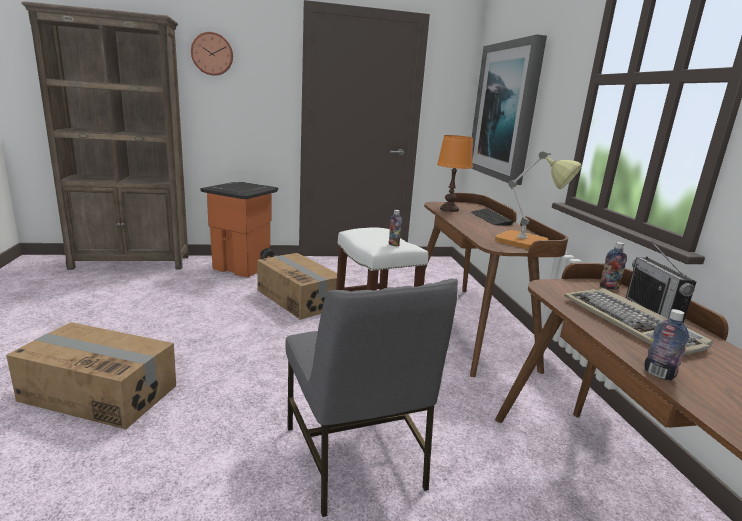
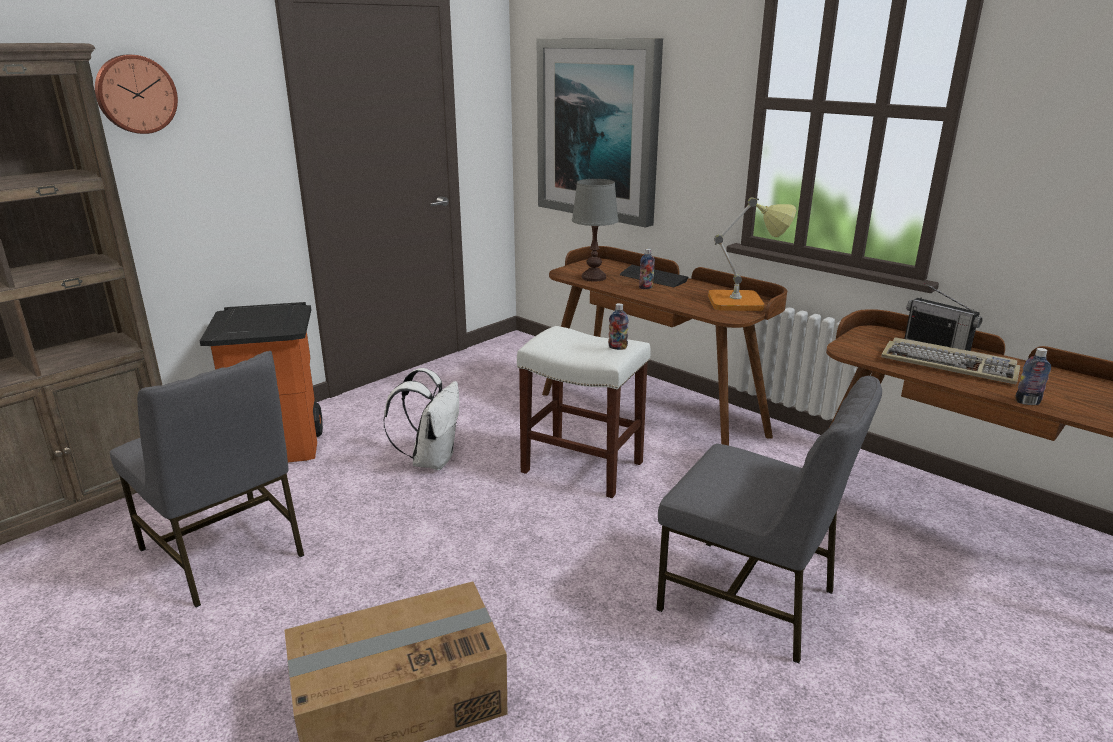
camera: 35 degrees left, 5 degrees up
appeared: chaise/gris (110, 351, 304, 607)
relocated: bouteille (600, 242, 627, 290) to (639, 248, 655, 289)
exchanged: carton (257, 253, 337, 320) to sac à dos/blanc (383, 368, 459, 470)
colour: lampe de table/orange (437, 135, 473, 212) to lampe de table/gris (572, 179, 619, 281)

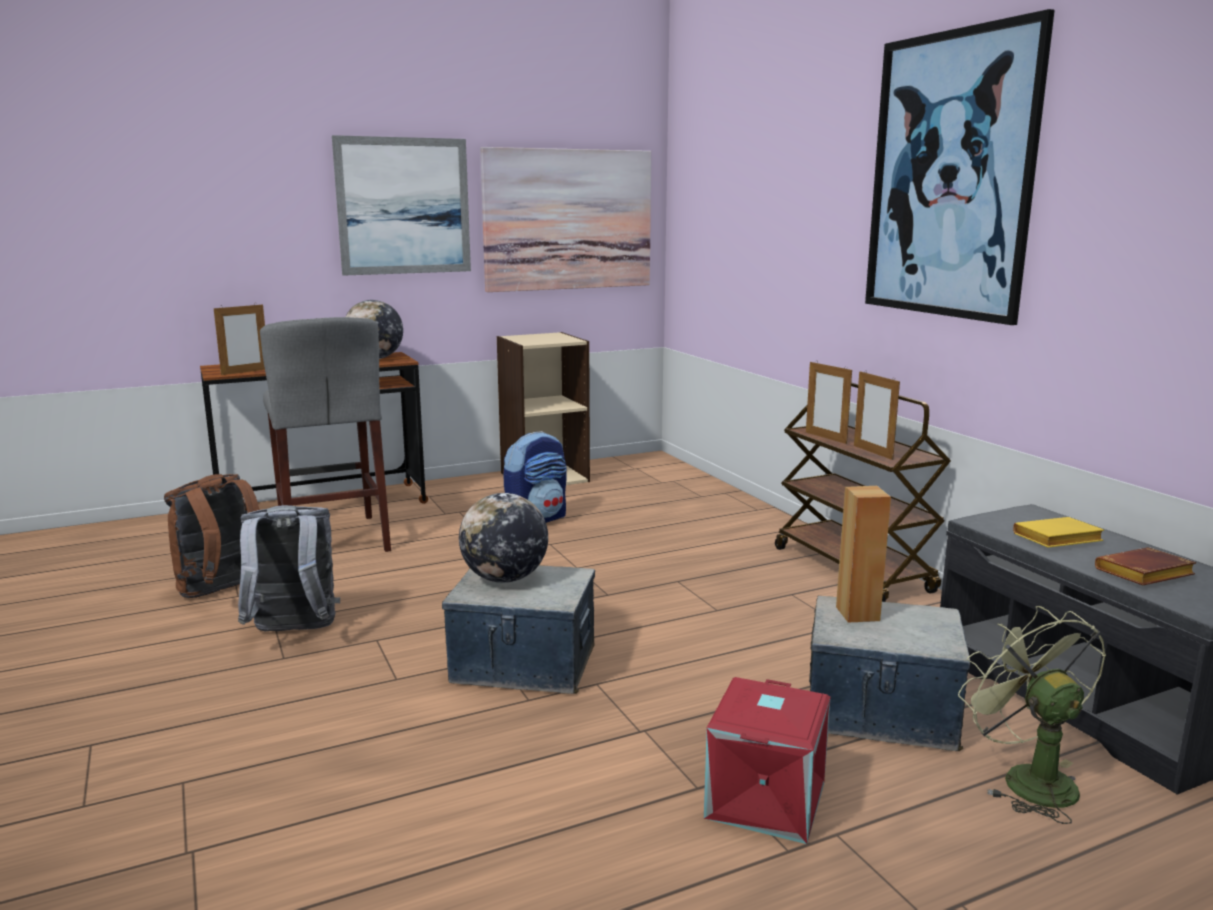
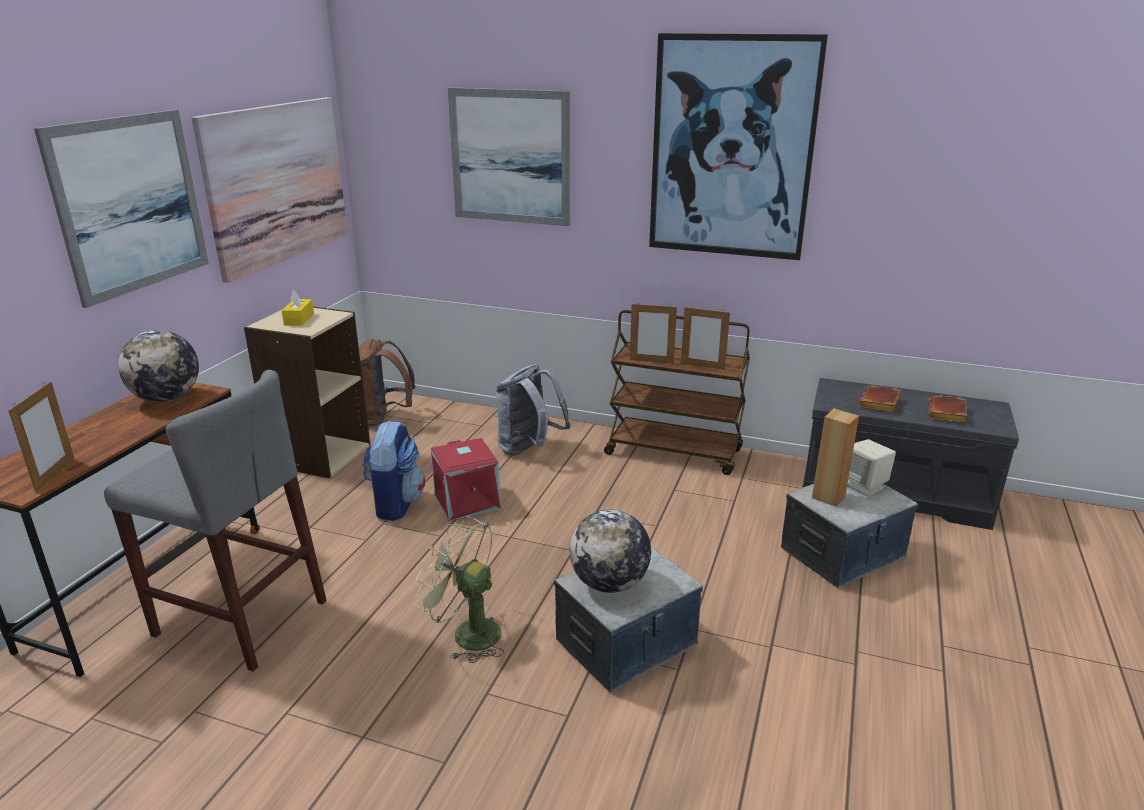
camera: 45 degrees left, 10 degrees up
appeared: boîte à mouchoirs/jaune (282, 290, 314, 326); tableau (448, 87, 570, 226); enceinte/beige (847, 439, 896, 496)
relocated: sac à dos/marron (164, 474, 260, 598) to (359, 339, 415, 426); sac à dos/gris (238, 505, 340, 632) to (496, 364, 571, 455); boîte de rangement/rouge (704, 677, 831, 844) to (431, 438, 501, 521); ventilateur/vert (958, 606, 1106, 824) to (414, 516, 504, 663)
colour: livre/jaune (1013, 517, 1104, 548) to livre/marron (859, 385, 901, 412)

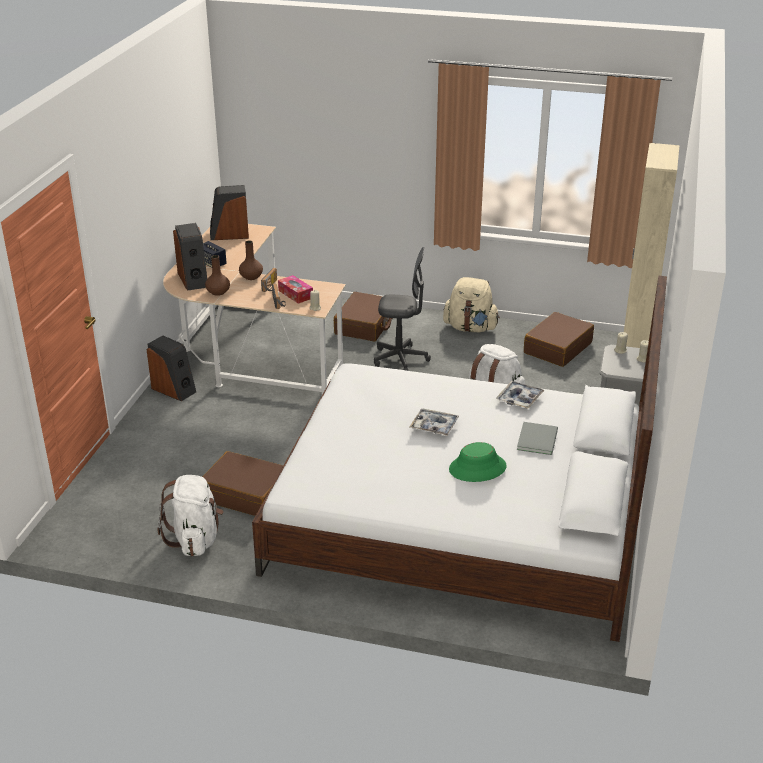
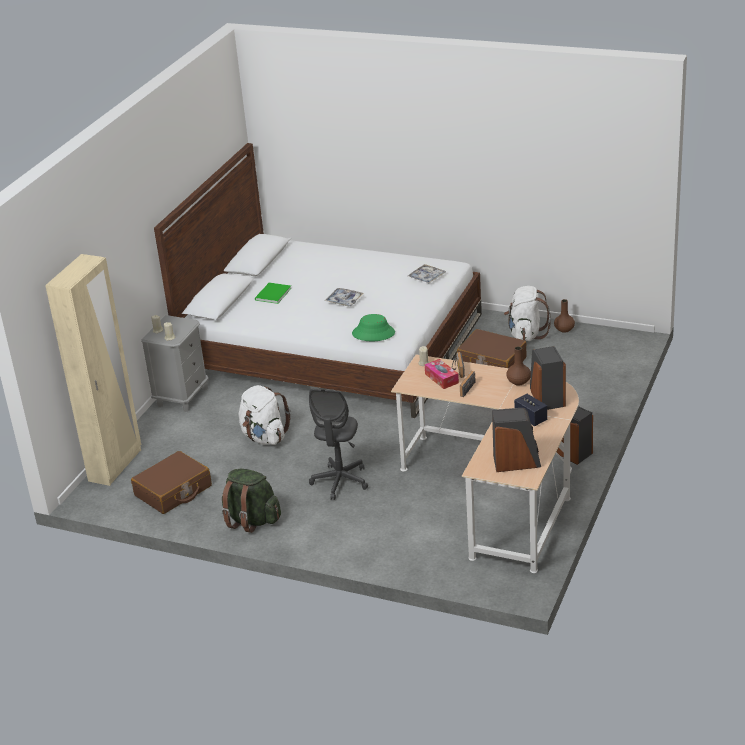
camera: 170 degrees left, 0 degrees up
missing: valise/marron (334, 292, 392, 342)
relocated: vase/marron (239, 240, 263, 280) to (554, 299, 575, 333); chapeau/vert (449, 442, 507, 482) to (352, 314, 395, 341); plateau (496, 381, 545, 409) to (408, 264, 446, 283)
colour: sac à dos/beige (443, 277, 500, 332) to sac à dos/vert (222, 469, 281, 533); livre/gris (517, 422, 558, 455) to livre/vert (255, 283, 291, 304)
spun: chaise de bureau/gris (374, 247, 431, 371) = (309, 389, 368, 500) 90 degrees counterclockwise

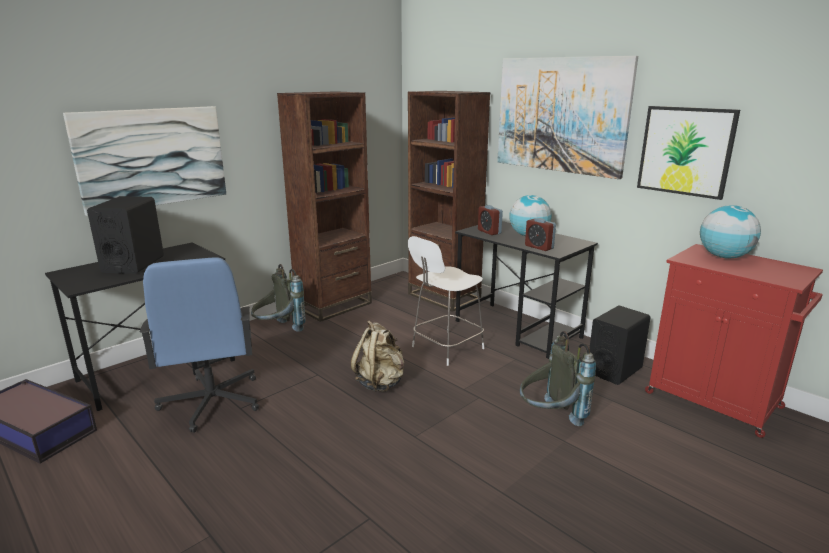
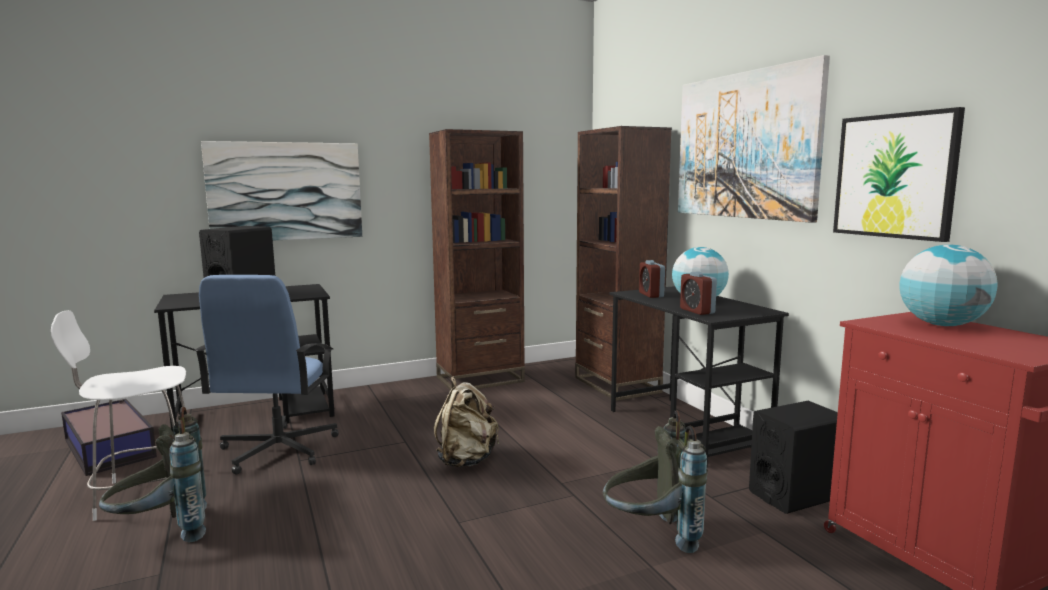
camera: 20 degrees right, 10 degrees down
relocated: sac à dos/gris (251, 264, 306, 332) to (99, 407, 207, 542); chaise/blanc (408, 236, 484, 366) to (51, 310, 186, 521)

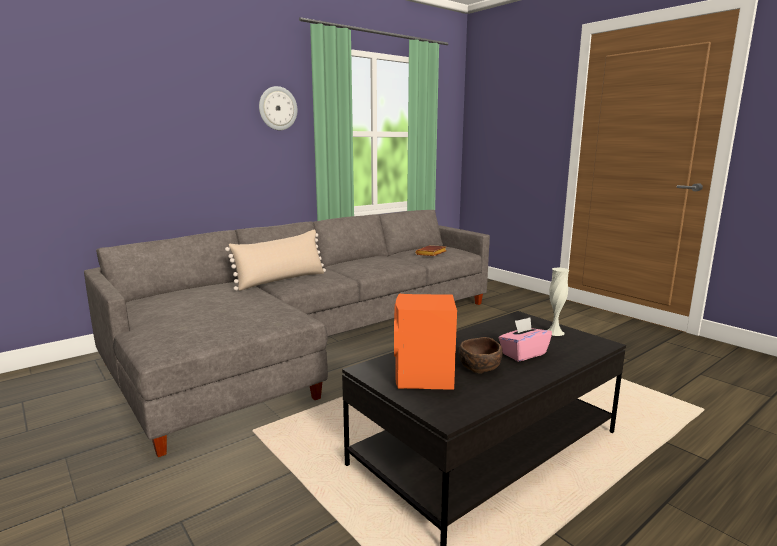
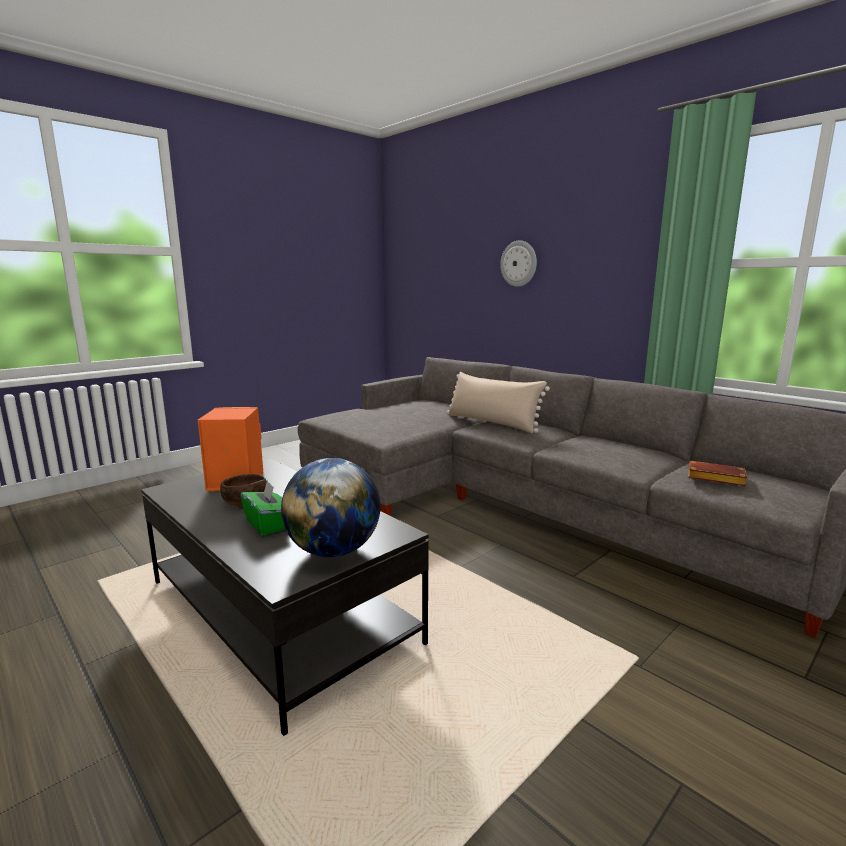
camera: 85 degrees right, 0 degrees up
relocated: horloge murale (259, 86, 298, 130) to (500, 240, 537, 287)
exchanged: vase/blanc (548, 268, 570, 336) to globe (281, 458, 380, 557)
colour: boîte à mouchoirs/rose (499, 317, 552, 362) to boîte à mouchoirs/vert (240, 480, 285, 535)

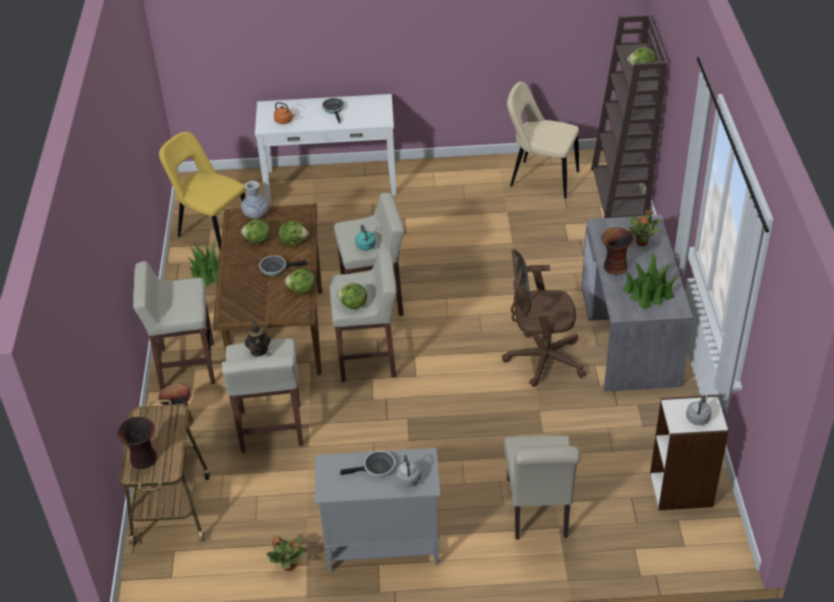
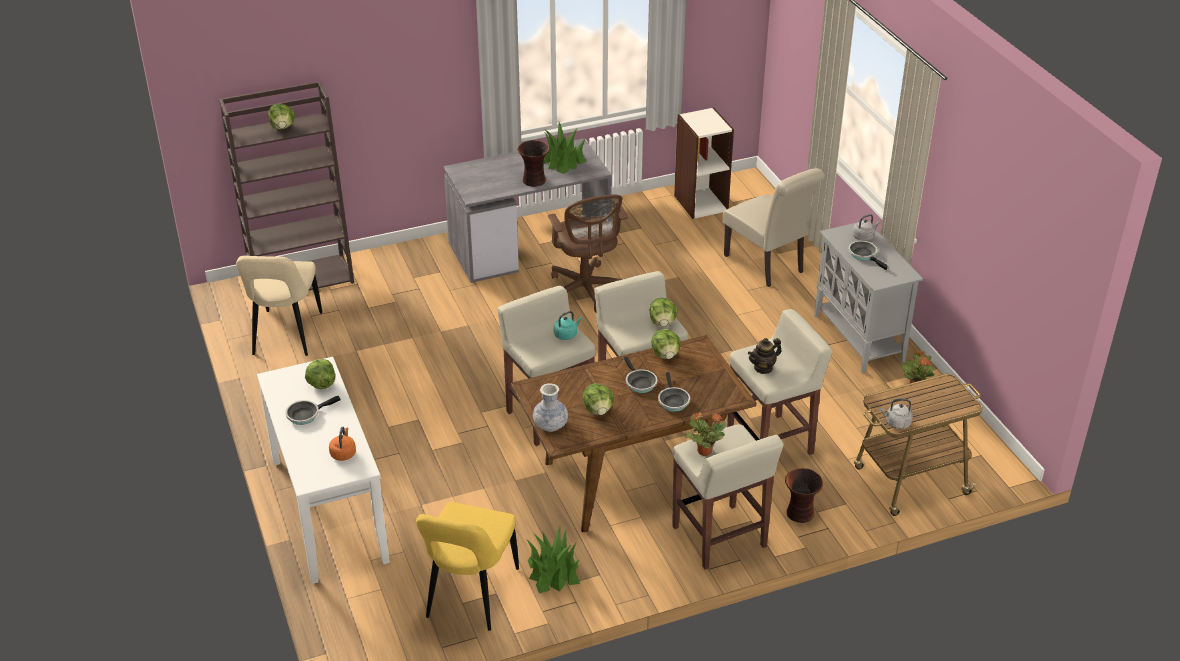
camera: 110 degrees left, 5 degrees down
missing: vase (117, 416, 157, 469)
appeared: poêle (658, 372, 690, 412)
relocated: laitue (279, 221, 309, 245) to (305, 359, 335, 389); plante en pot (628, 210, 662, 246) to (685, 412, 727, 456); bouilloire/gris (686, 395, 711, 425) to (880, 398, 913, 429)
spun: chaise/beige (504, 435, 580, 539) = (723, 168, 825, 287) 75 degrees clockwise

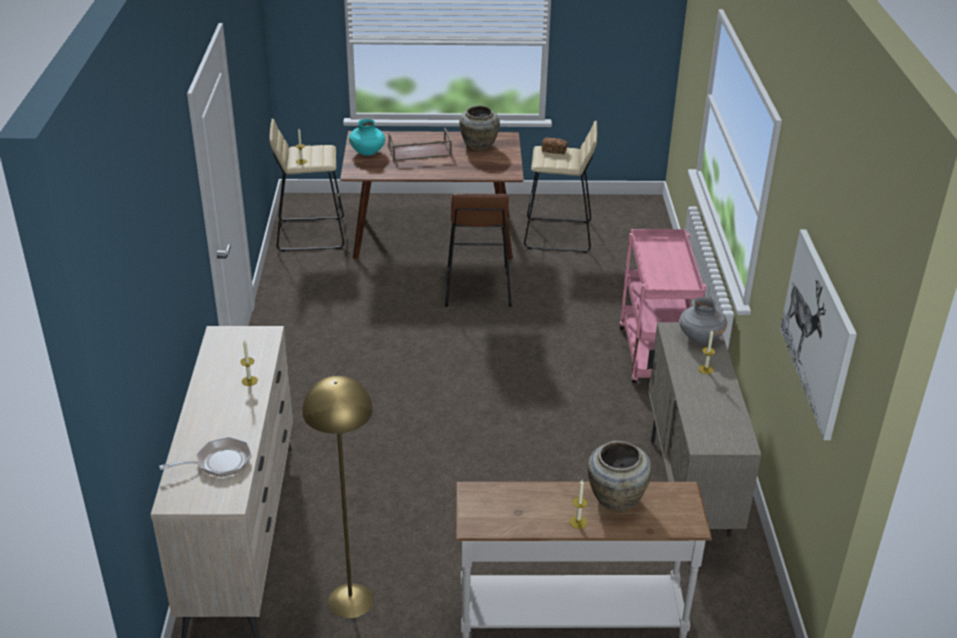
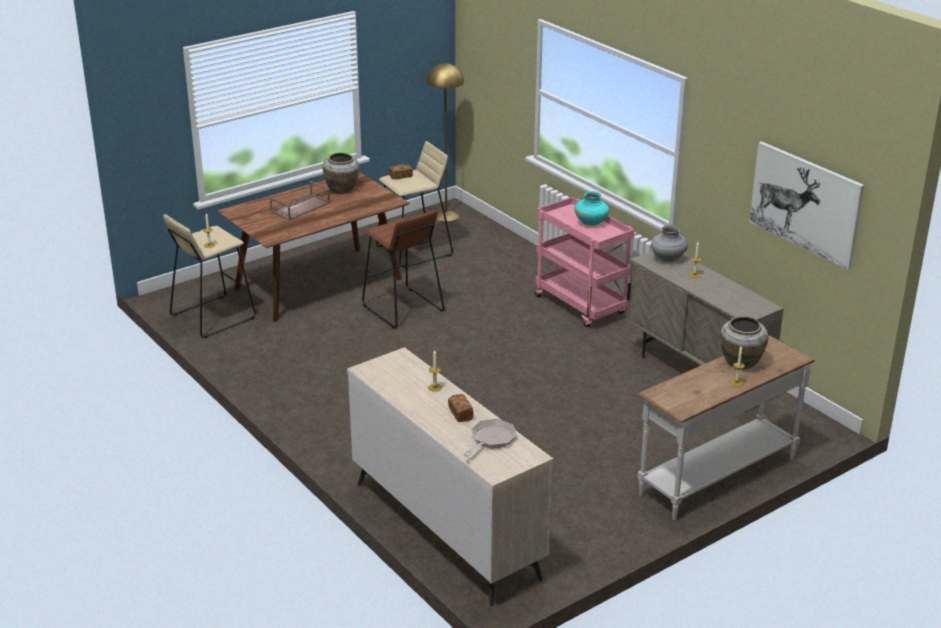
camera: 35 degrees left, 5 degrees down
appeared: pain (448, 394, 474, 422)
relocated: lampadaire/jaune (302, 376, 374, 618) to (427, 63, 464, 221); vase/turquoise (349, 119, 385, 156) to (575, 191, 609, 226)

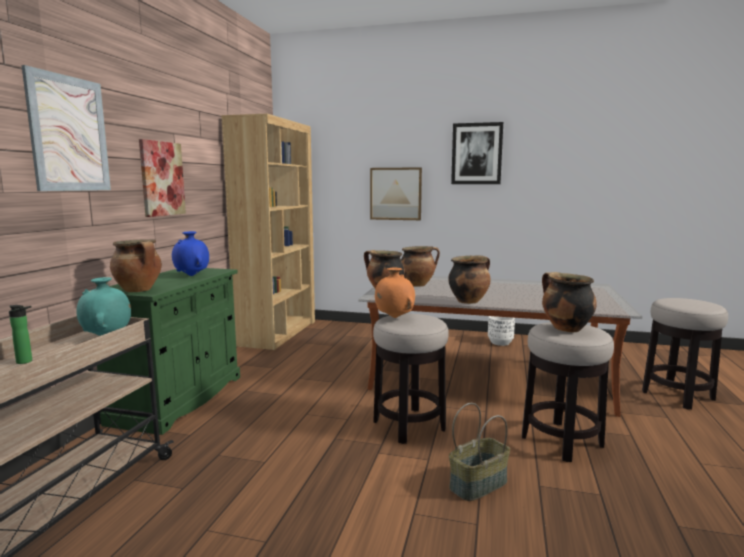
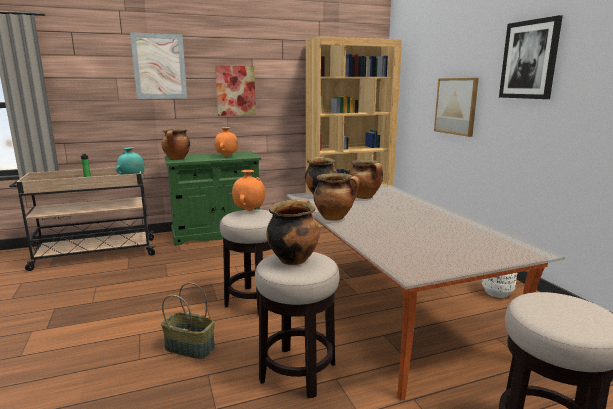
camera: 55 degrees right, 5 degrees up
colour: vase/bleu (172, 231, 209, 276) to vase/orange (214, 127, 238, 157)

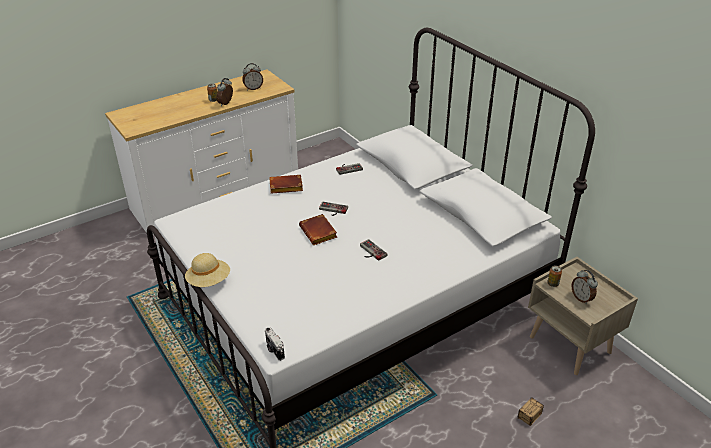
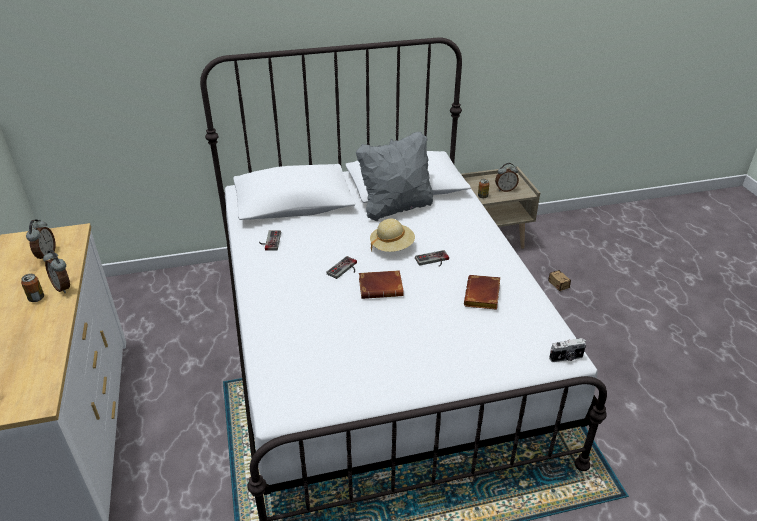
camera: 70 degrees left, 0 degrees up
appeared: coussin/gris (356, 132, 433, 221)
relocated: chapeau/beige (185, 253, 230, 287) to (370, 218, 415, 252); livre/marron (269, 175, 303, 194) to (464, 275, 500, 310)

